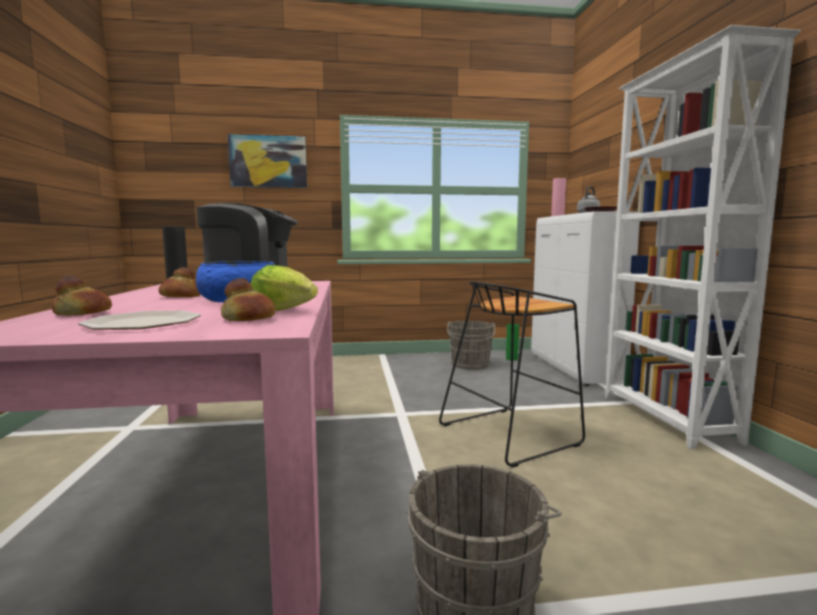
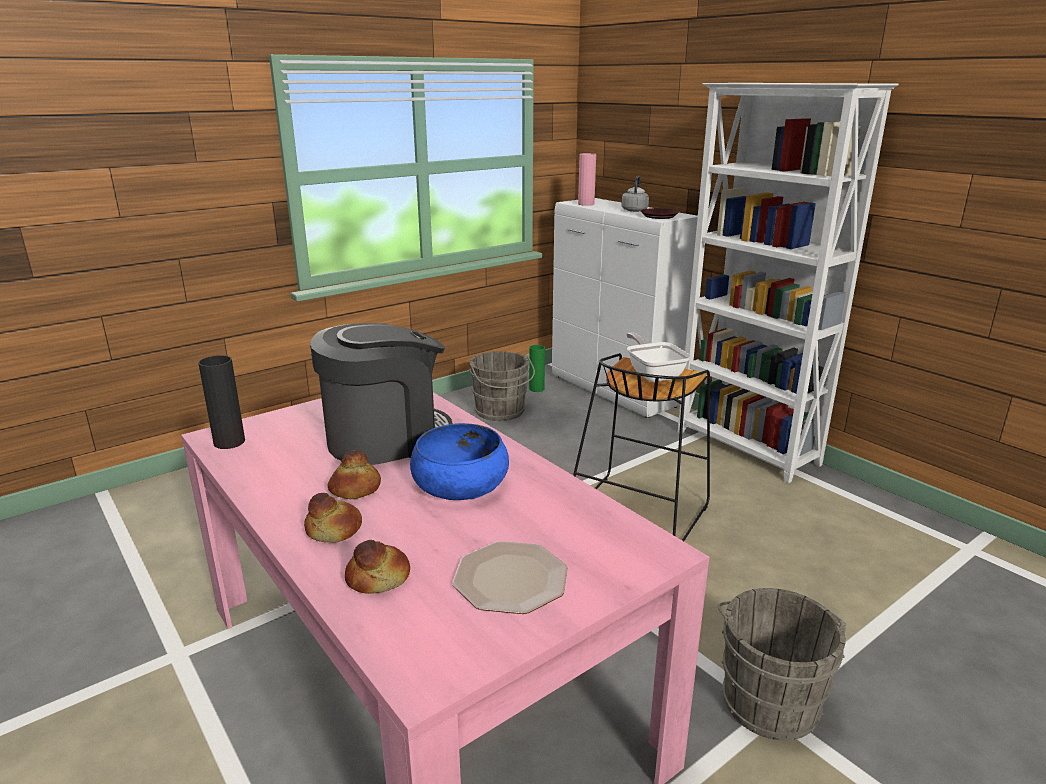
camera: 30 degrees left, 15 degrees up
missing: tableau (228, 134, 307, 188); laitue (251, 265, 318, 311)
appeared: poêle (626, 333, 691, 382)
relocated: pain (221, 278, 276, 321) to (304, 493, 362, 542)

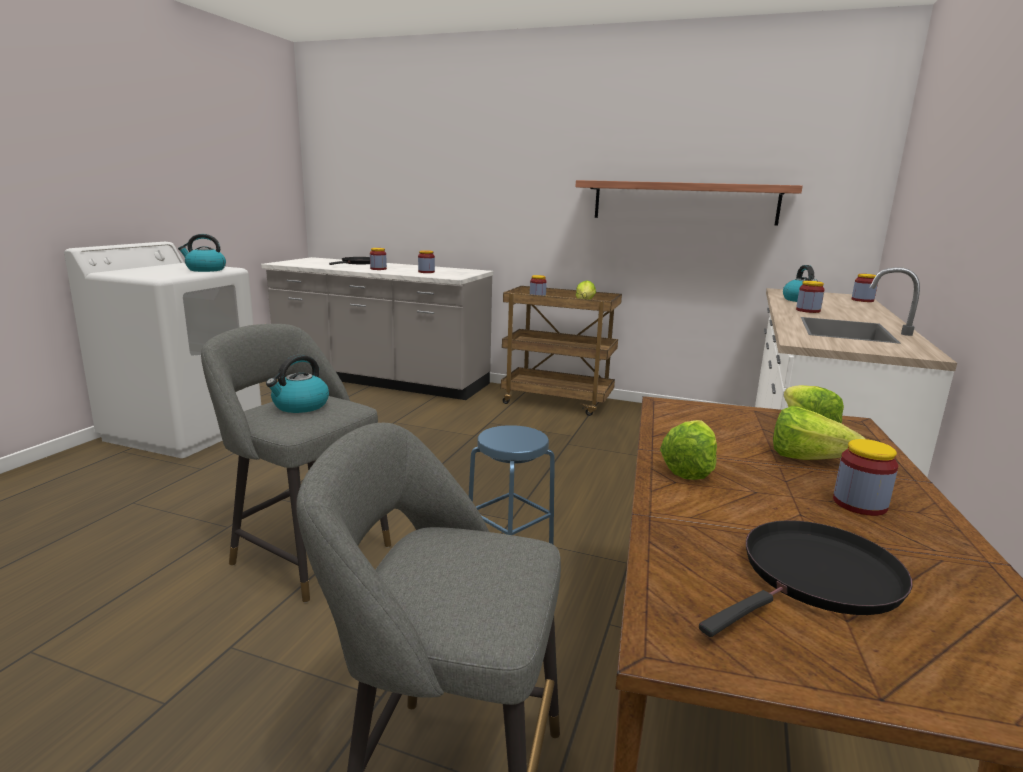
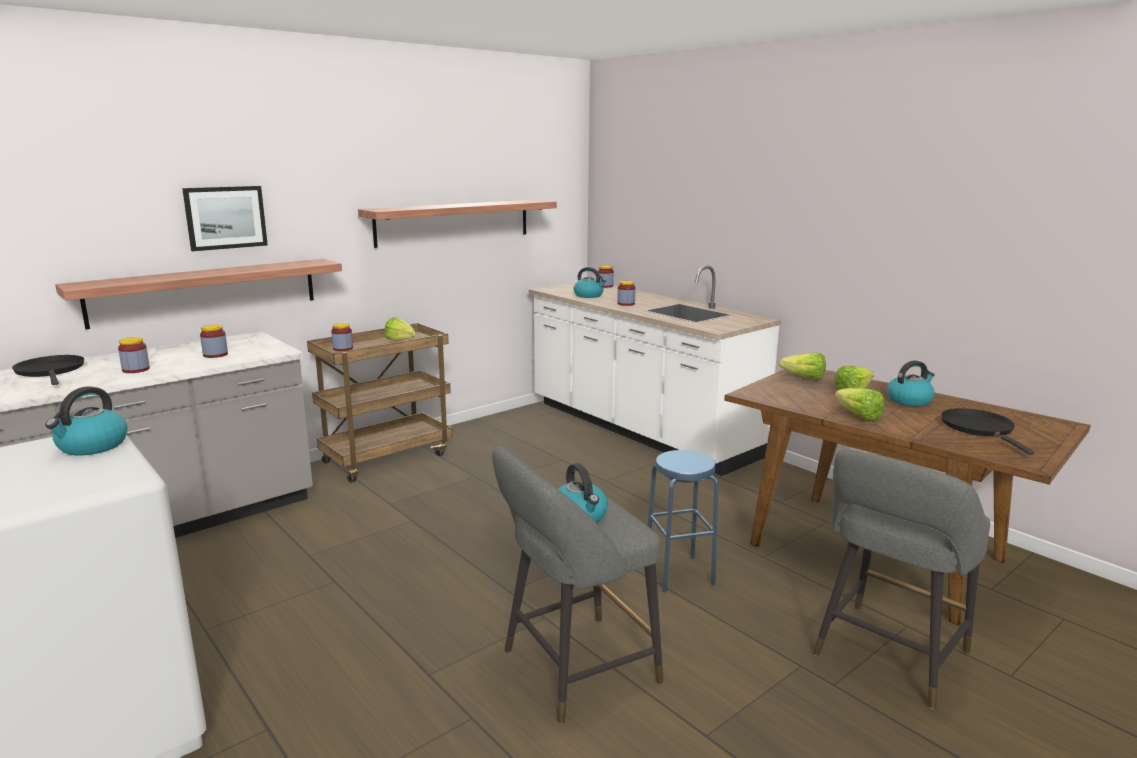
camera: 60 degrees left, 0 degrees up
appeared: étagère (55, 259, 342, 329); tableau (182, 186, 268, 251)
exchanged: bocal (833, 439, 898, 516) to bouilloire (887, 360, 935, 407)

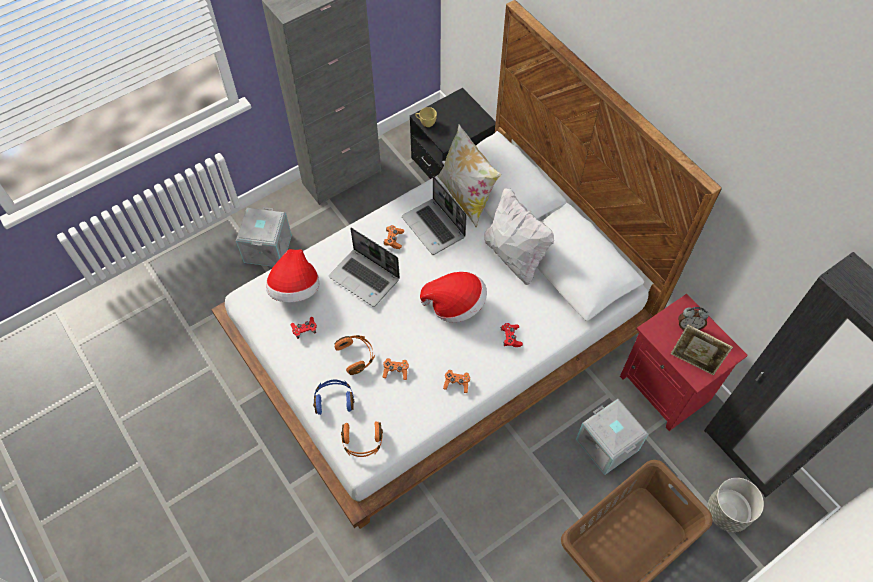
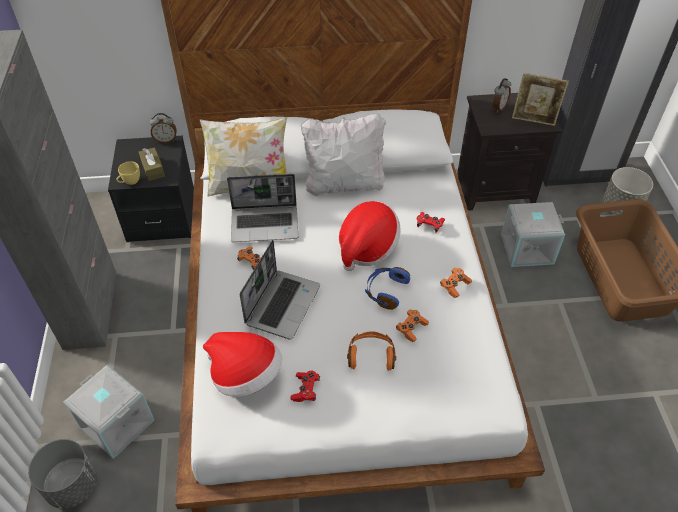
camera: 60 degrees left, 10 degrees down
missing: casque audio/orange (341, 421, 383, 457)
appeared: cache-pot/gris (28, 439, 97, 509); boîte à mouchoirs/marron (139, 147, 165, 181); réveil (150, 113, 176, 143)
relocated: casque audio/bleu (313, 380, 354, 415) to (365, 267, 410, 310)
colour: table de chevet/rouge (620, 294, 748, 431) to table de chevet/noir (457, 93, 562, 211)
spun: ordinateur portable (329, 228, 400, 307) = (240, 240, 320, 339) 45 degrees counterclockwise; cadre photo (671, 325, 733, 375) = (512, 73, 569, 126) 45 degrees clockwise

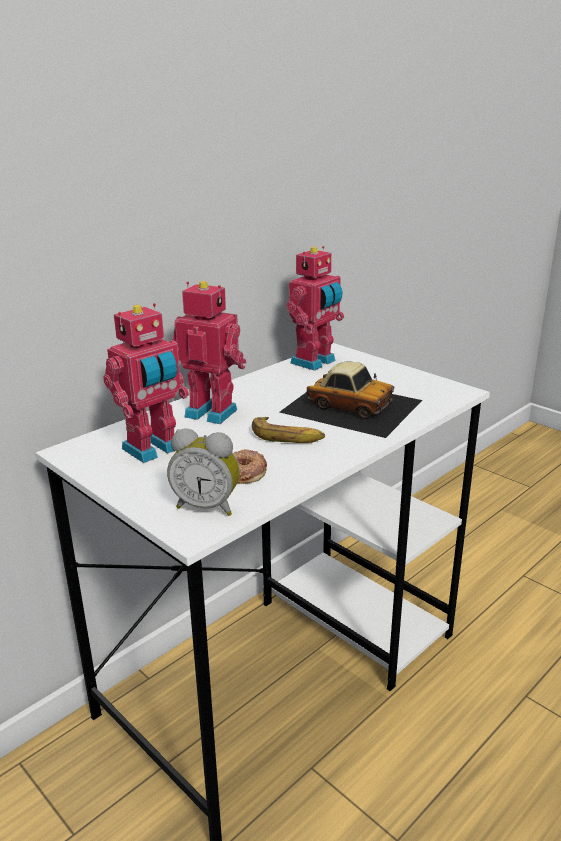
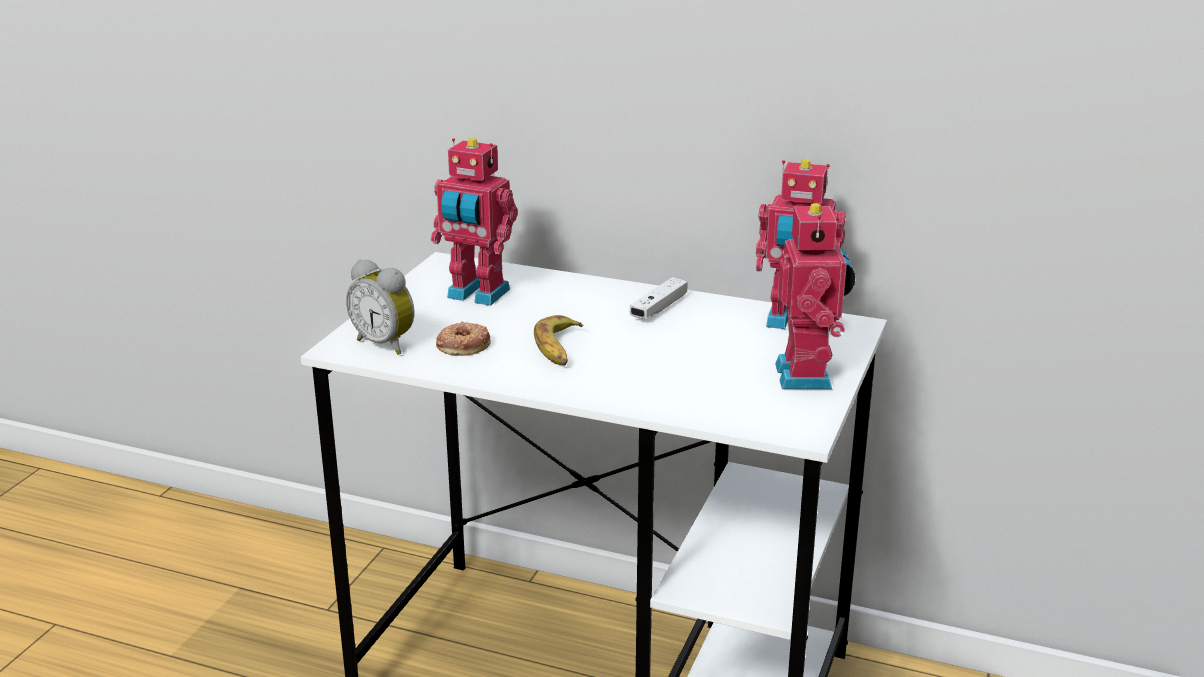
camera: 65 degrees right, 0 degrees up
missing: petite voiture (280, 362, 422, 438)
appeared: manette/blanc (629, 277, 688, 319)
relocated: robot jouet (172, 281, 246, 424) to (775, 198, 855, 389)
spun: réveil (167, 428, 240, 516) = (346, 259, 414, 355) 45 degrees counterclockwise

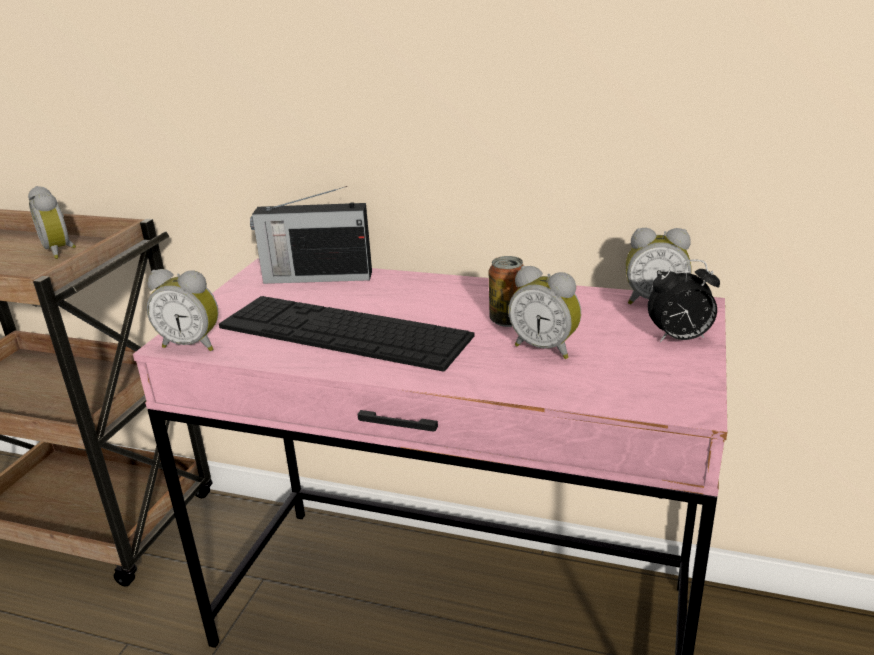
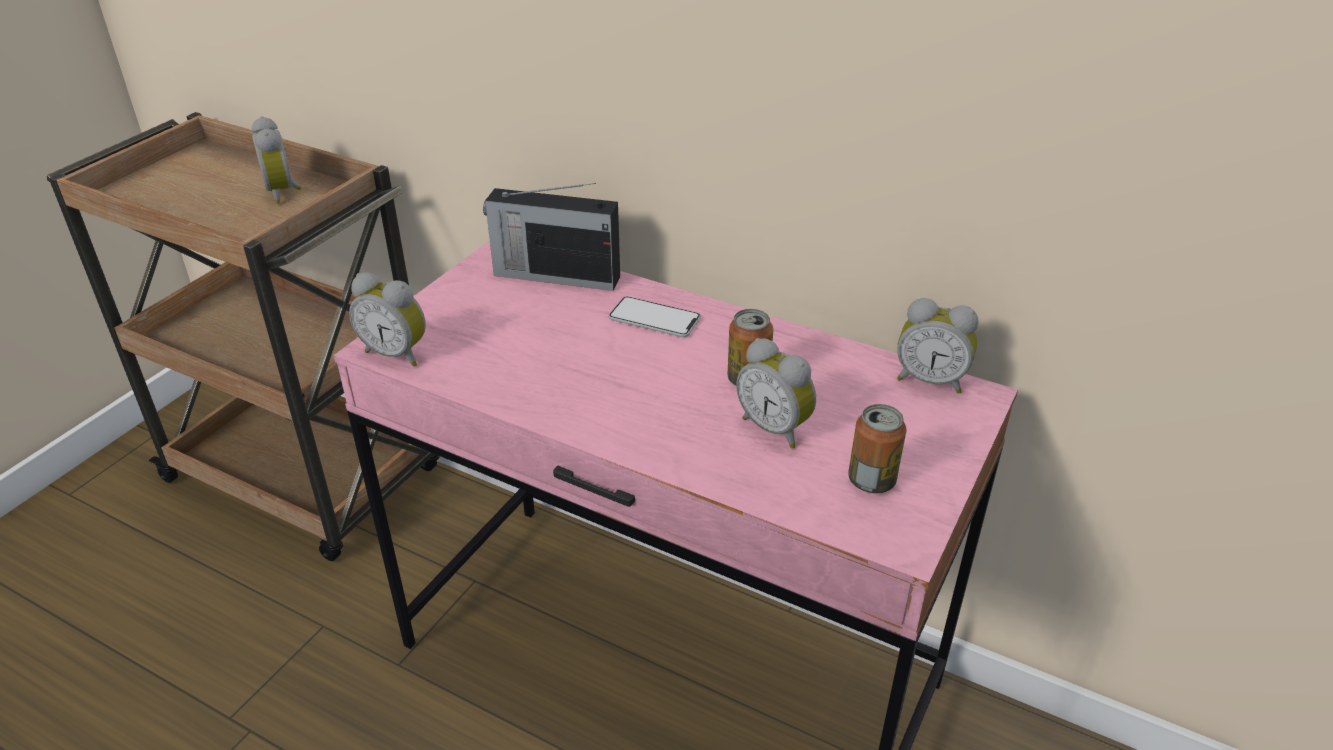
camera: 10 degrees right, 10 degrees up
missing: clavier (219, 296, 475, 372); réveil (648, 260, 720, 342)
appeared: téléphone (608, 297, 701, 337); boîte métallique (848, 404, 906, 493)

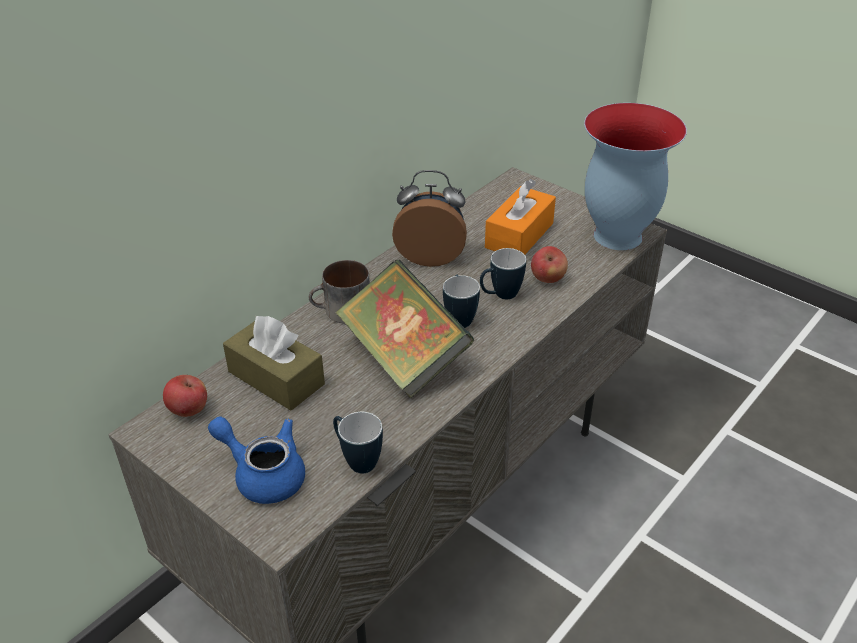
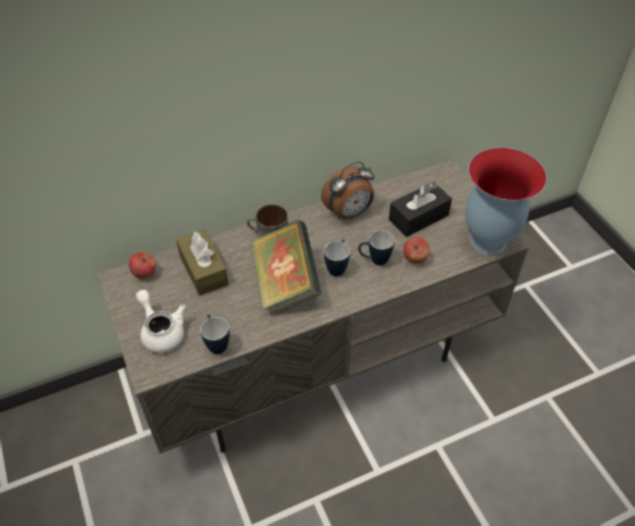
camera: 25 degrees right, 10 degrees up
colour: théière/bleu (208, 416, 305, 504) to théière/blanc (136, 290, 186, 353); boîte à mouchoirs/orange (485, 179, 556, 255) to boîte à mouchoirs/noir (389, 182, 452, 237)
spun: réveil (392, 170, 467, 267) = (321, 162, 374, 220) 120 degrees clockwise

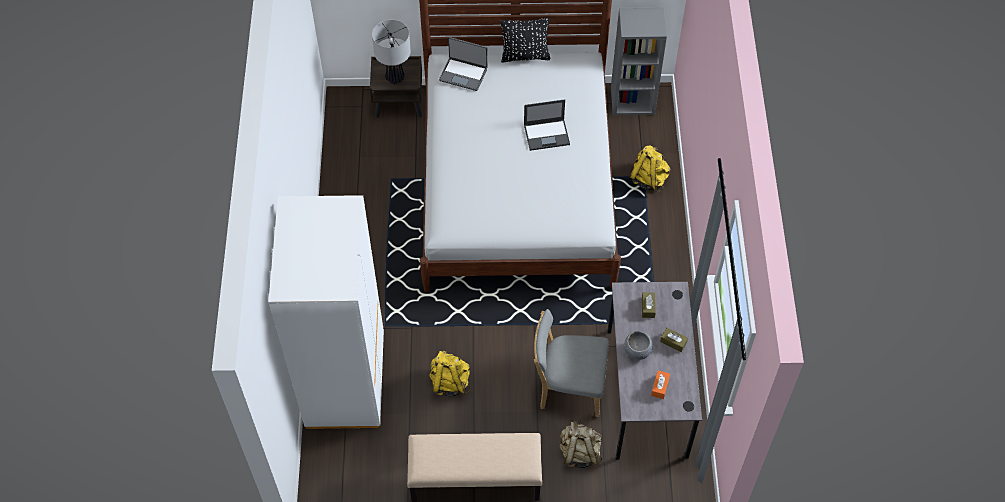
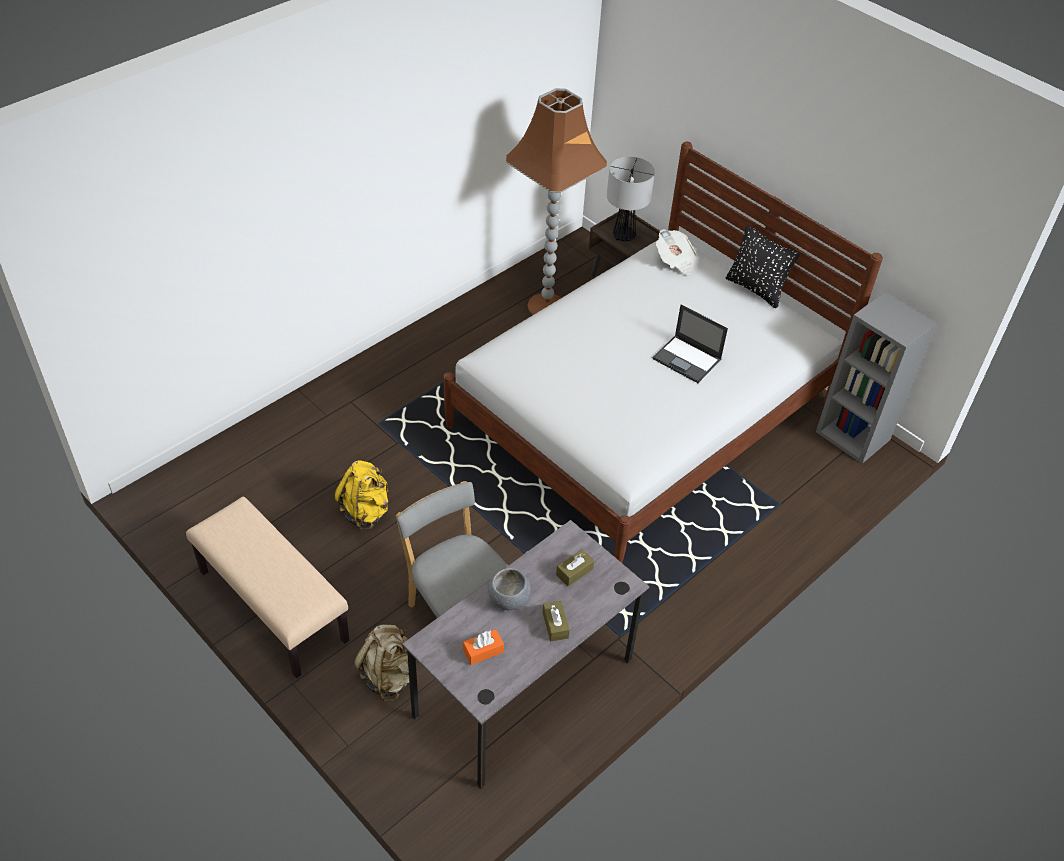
camera: 45 degrees right, 10 degrees down
missing: armoire/blanc (268, 195, 384, 429); sac à dos/jaune (630, 145, 670, 193)
appeared: lampadaire/marron (506, 88, 607, 315)
exchanged: ordinateur portable (439, 37, 488, 91) to journal (656, 229, 699, 276)

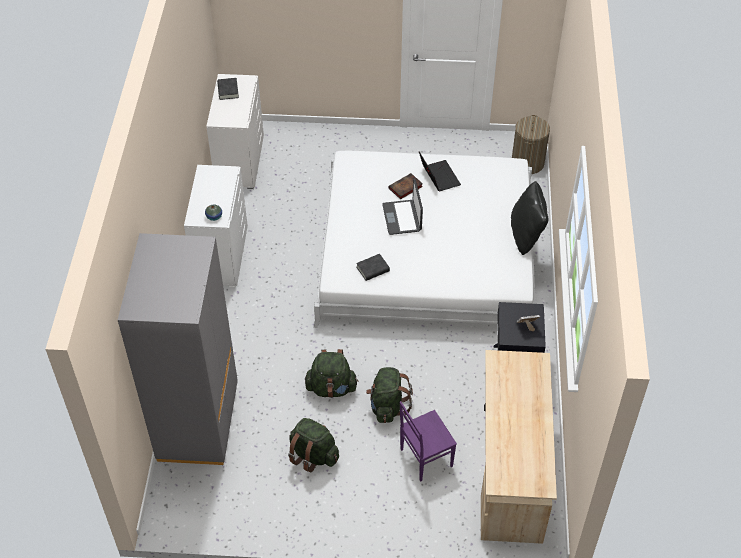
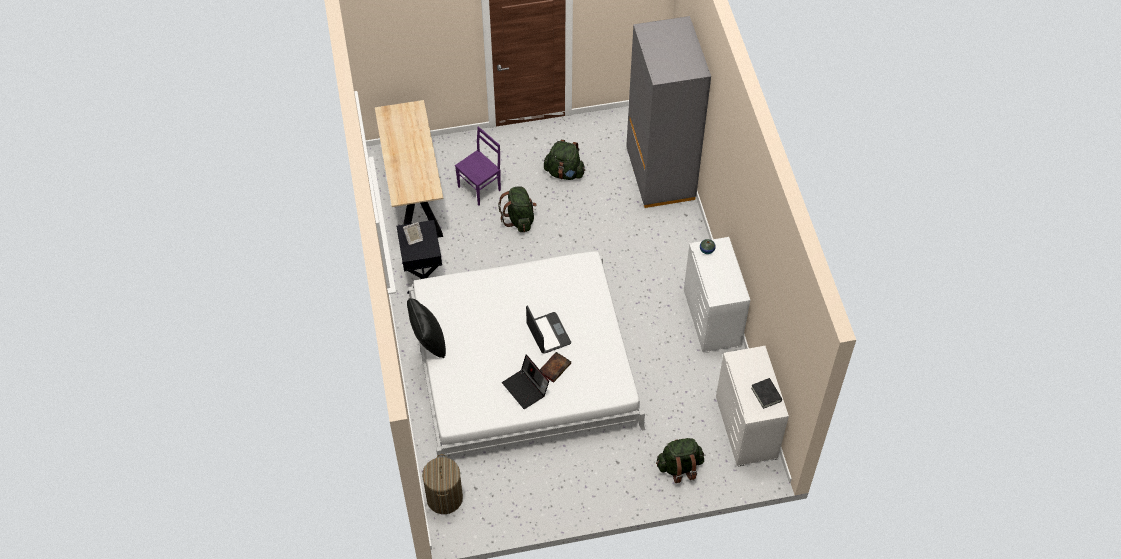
camera: 165 degrees right, 5 degrees up
missing: livre/noir (356, 254, 390, 281)
relocated: sac à dos/vert (305, 349, 358, 398) to (656, 438, 704, 483)

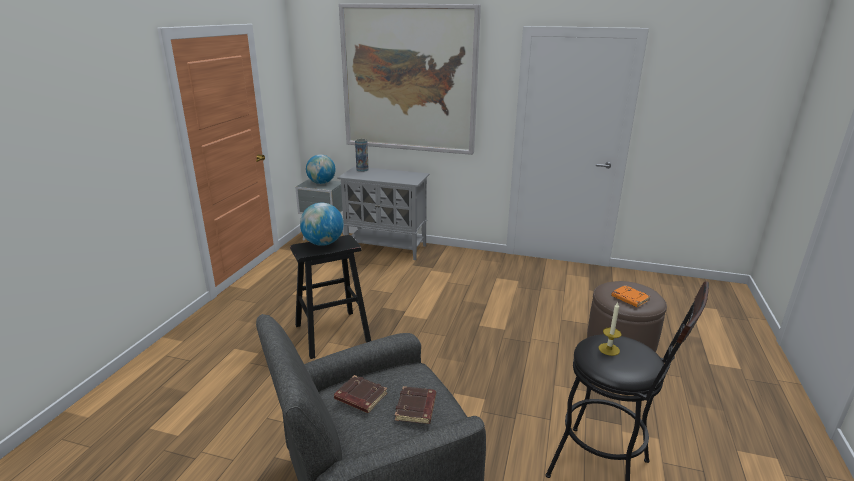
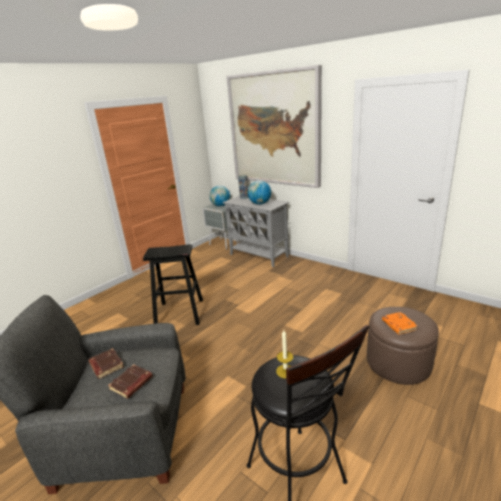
camera: 25 degrees right, 0 degrees up
relocated: globe (300, 203, 344, 246) to (248, 180, 271, 205)

